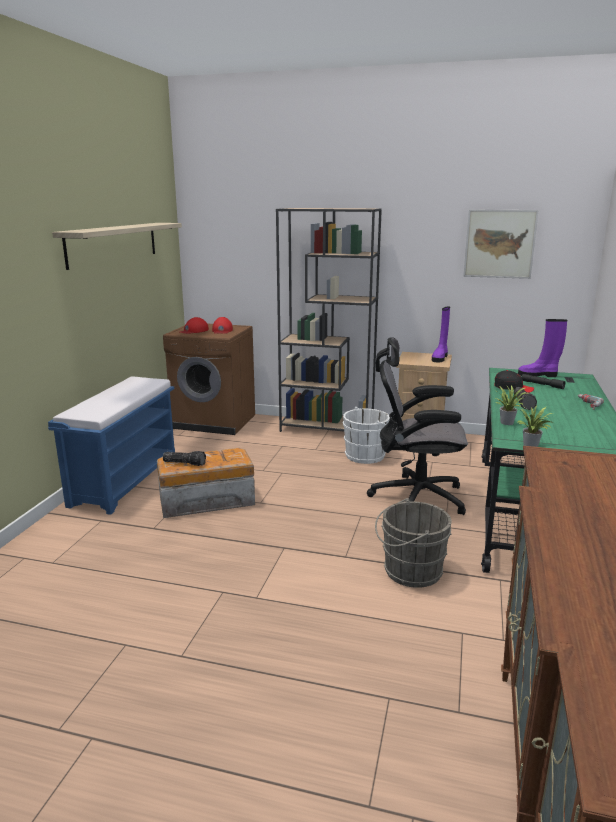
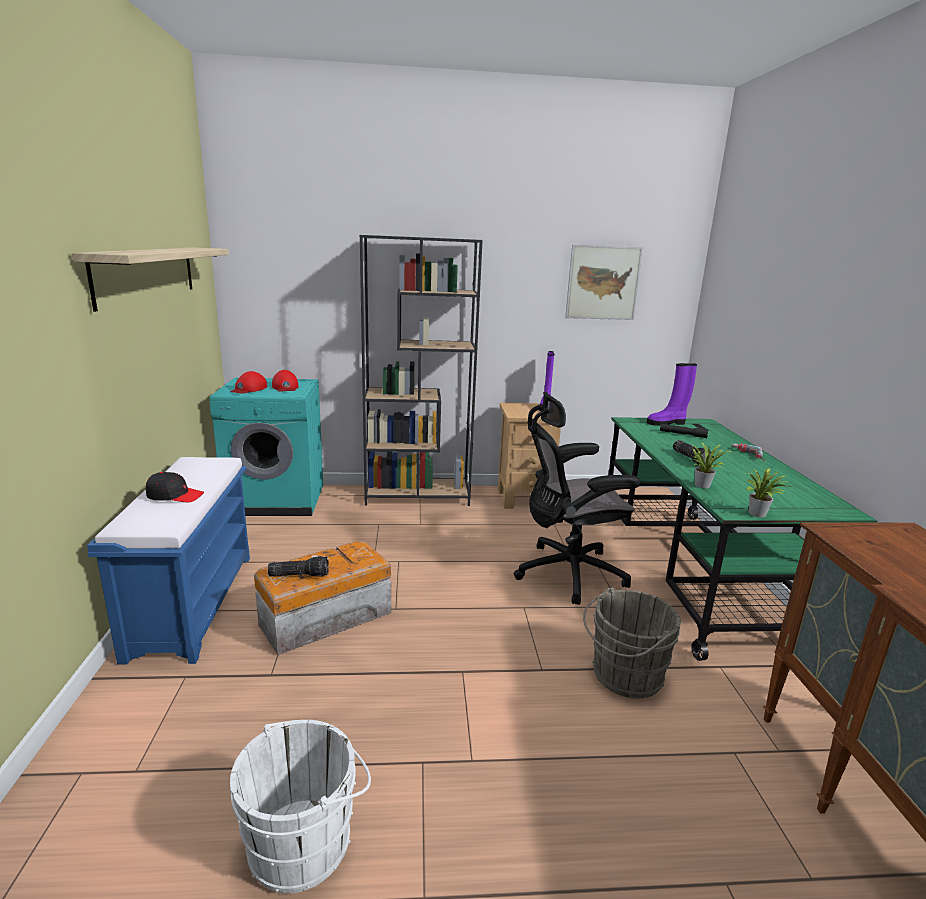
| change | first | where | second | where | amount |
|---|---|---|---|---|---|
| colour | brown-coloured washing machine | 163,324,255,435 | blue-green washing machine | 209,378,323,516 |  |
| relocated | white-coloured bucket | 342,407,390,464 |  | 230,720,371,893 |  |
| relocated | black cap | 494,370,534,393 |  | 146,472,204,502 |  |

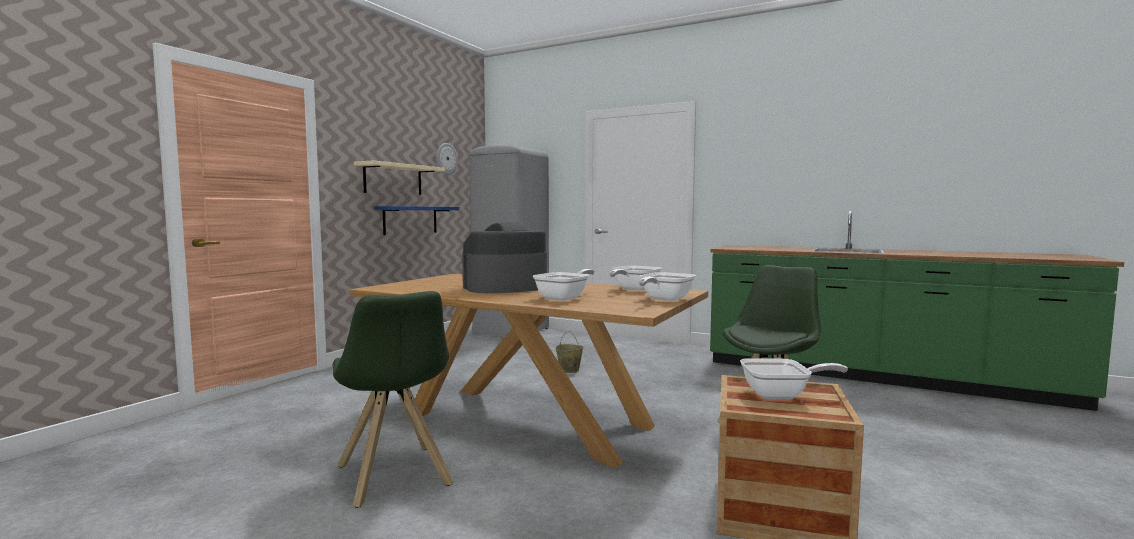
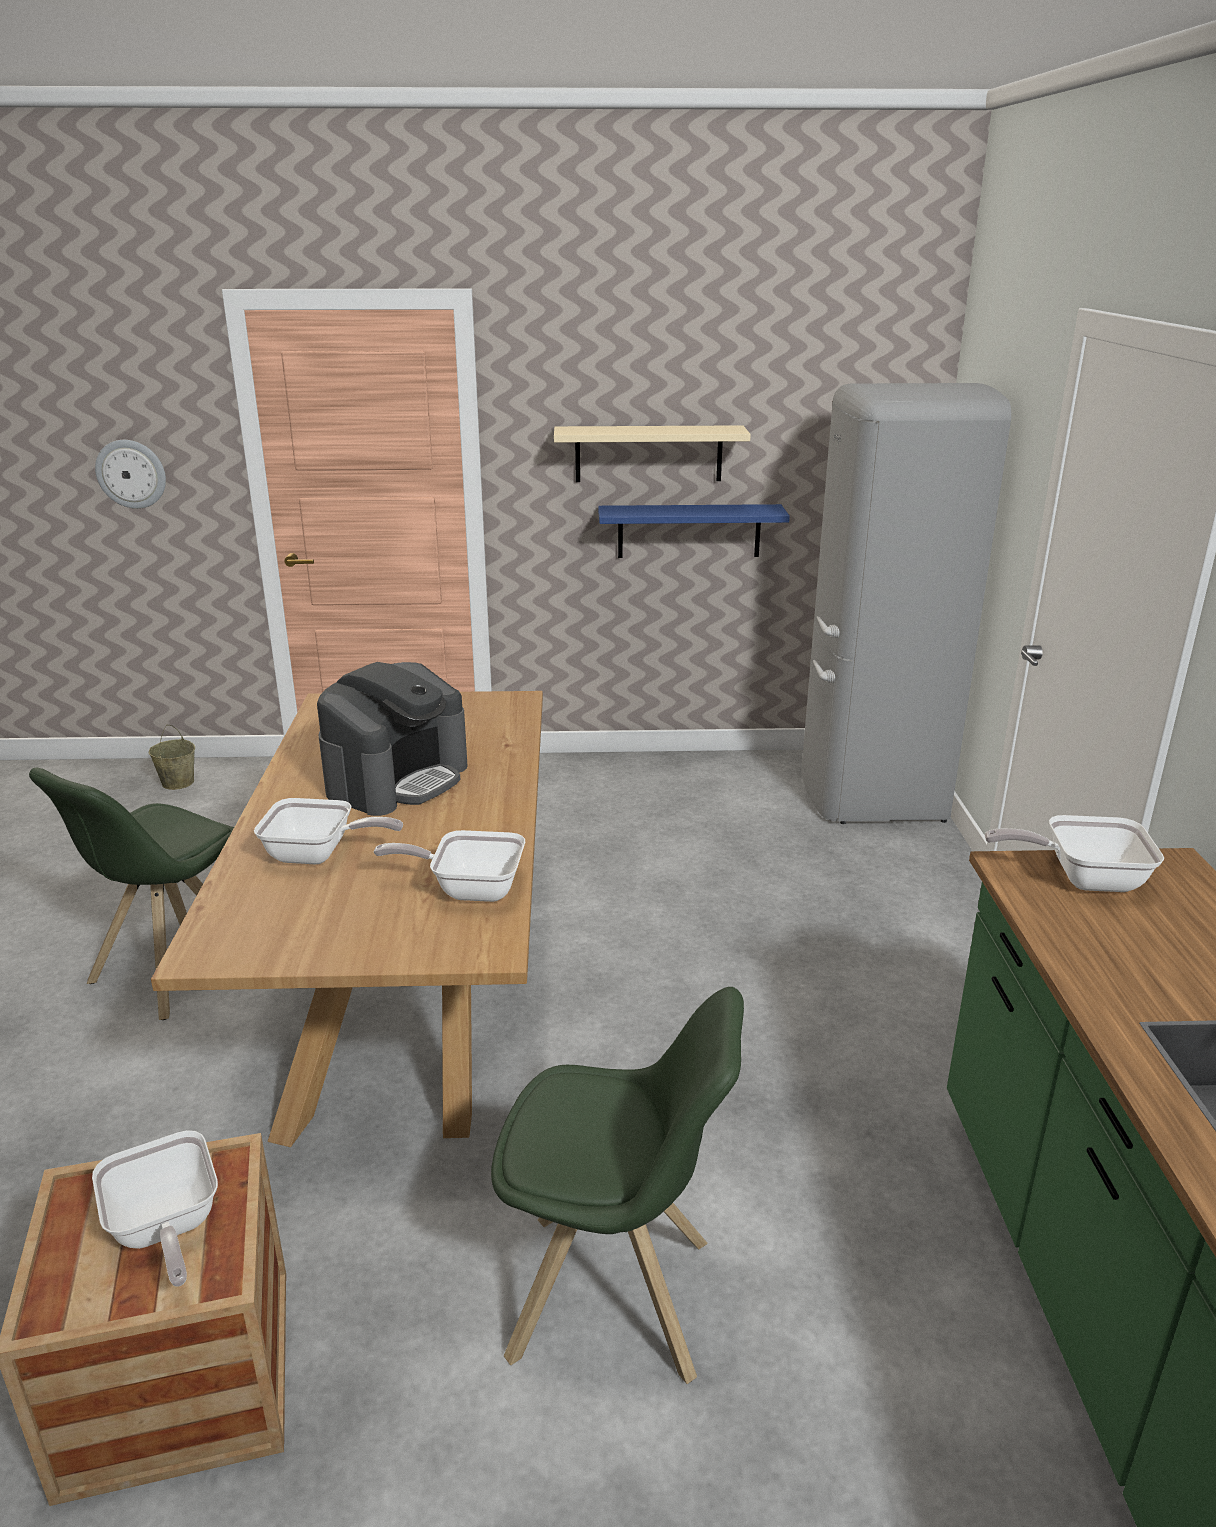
| change | first | where | second | where | amount |
|---|---|---|---|---|---|
| relocated | hanging clock | 436,143,458,175 |  | 95,440,166,509 |  |
| spun | coffee maker | 462,222,547,293 |  | 317,662,468,816 | 90 degrees clockwise |
| relocated | beige-coloured bucket | 555,331,584,373 |  | 149,725,195,790 |  |
| relocated | frying pan | 639,272,696,301 |  | 985,815,1164,892 |  |

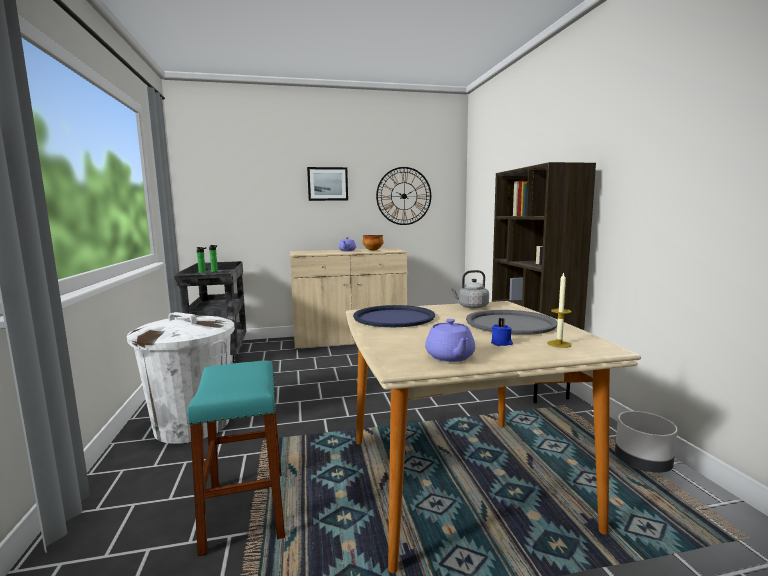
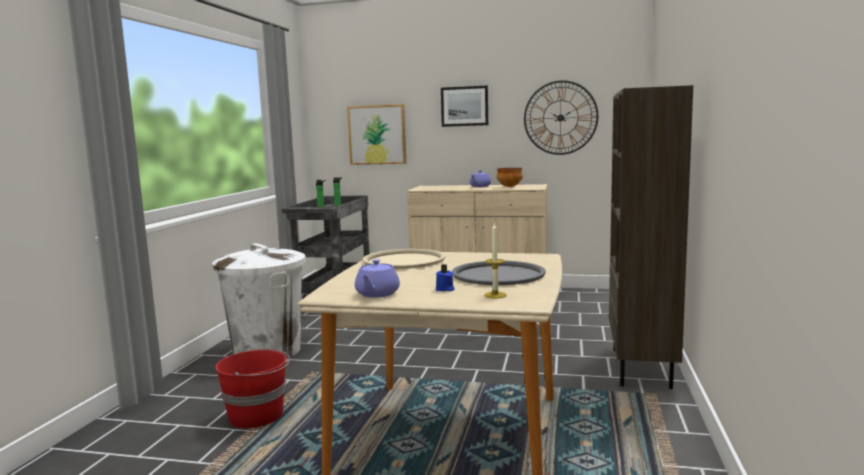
| change | first | where | second | where | amount |
|---|---|---|---|---|---|
| exchanged | blue-green sitting stool | 187,361,285,556 | red bucket | 215,347,290,429 |  |
| colour | blue-coloured tray | 353,305,435,327 | beige-coloured tray | 363,249,445,269 |  |
| missing | greyish tea kettle | 450,270,489,309 |  |  |  |
| missing | greyish flower pot | 615,411,678,473 |  |  |  |
| appeared |  |  | wall picture | 347,104,406,165 |  |

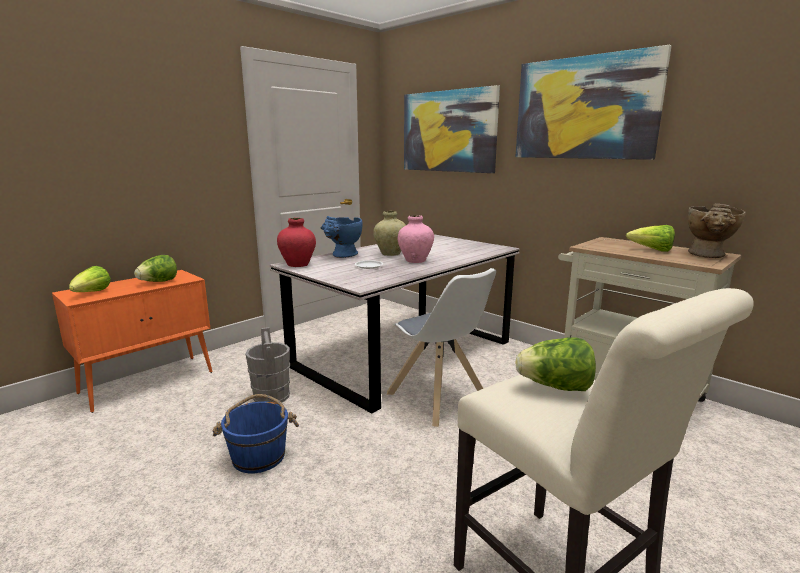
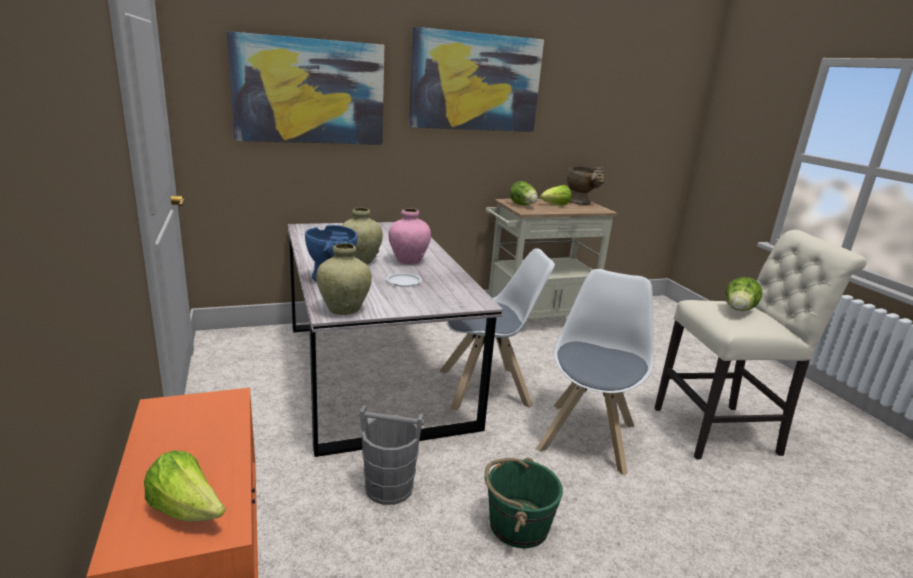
| change | first | where | second | where | amount |
|---|---|---|---|---|---|
| relocated | head of lettuce | 134,255,177,282 |  | 510,181,538,205 |  |
| colour | blue-coloured bucket | 213,394,299,473 | greenish bucket | 484,457,563,548 |  |
| colour | red flower vase | 277,218,316,267 | beige-coloured flower vase | 316,243,372,315 |  |
| appeared |  |  | upright chair | 537,269,654,475 |  |

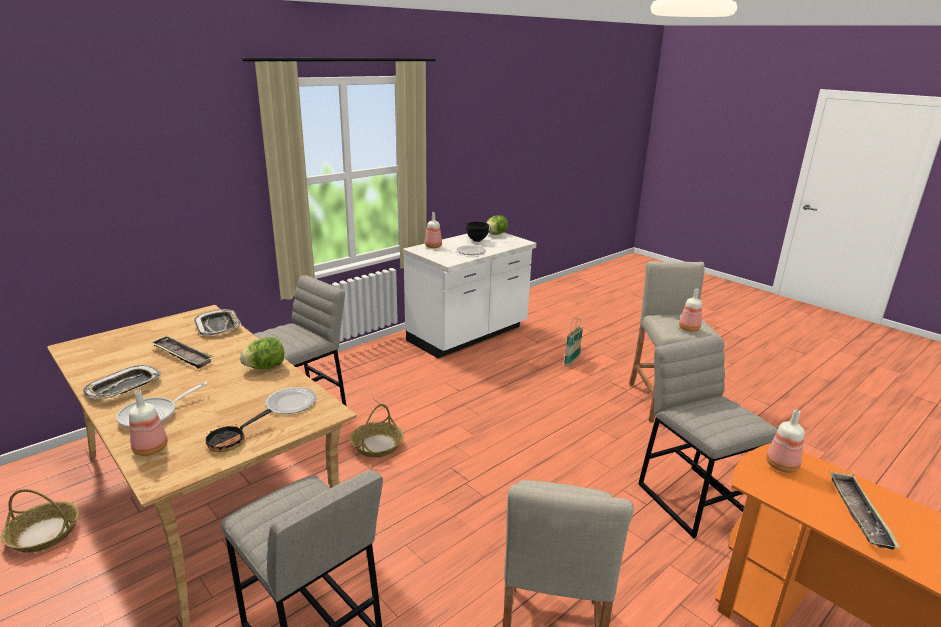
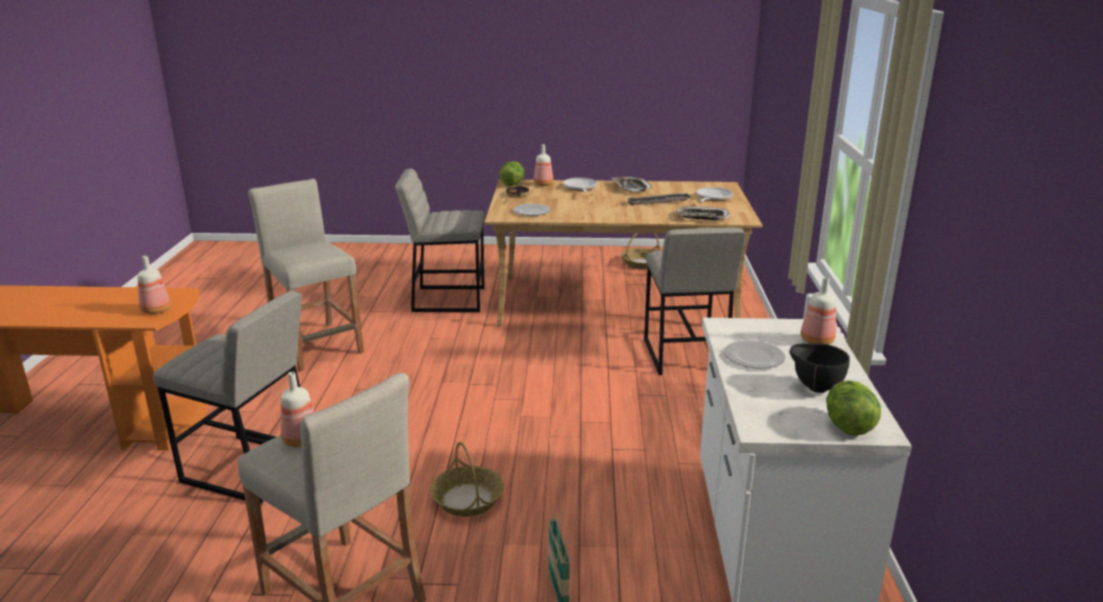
| change | first | where | second | where | amount |
|---|---|---|---|---|---|
| relocated | head of lettuce | 240,337,284,369 |  | 499,161,524,186 |  |
| relocated | storage basket | 350,404,403,457 |  | 430,442,504,517 |  |
| missing | tray | 829,471,901,550 |  |  |  |
| appeared |  |  | frying pan | 696,187,733,202 |  |

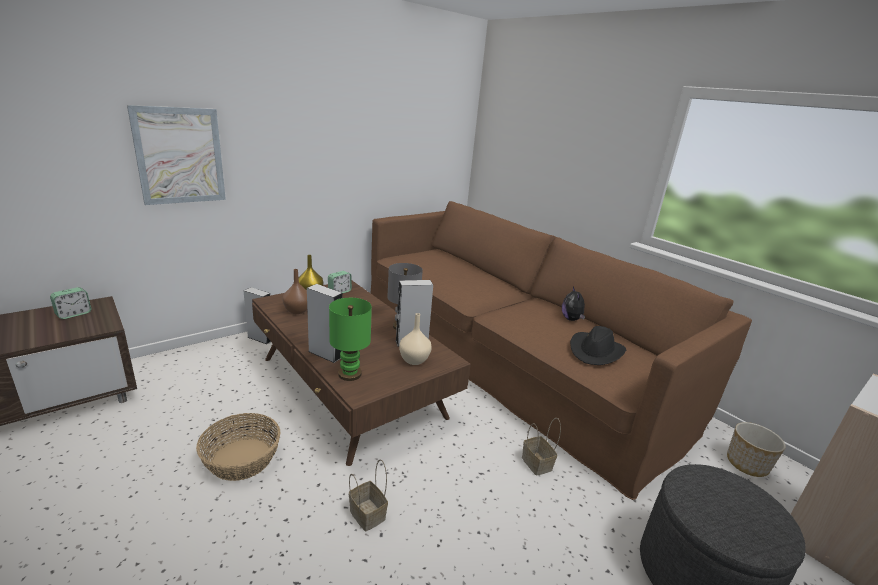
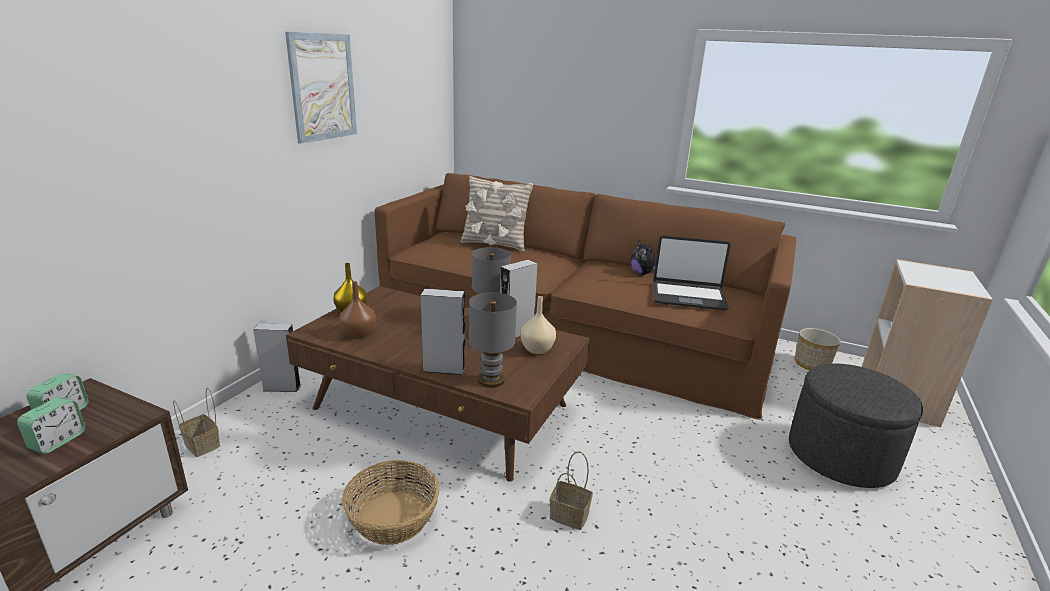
| change | first | where | second | where | amount |
|---|---|---|---|---|---|
| relocated | wall picture | 127,105,226,205 |  | 285,32,357,144 |  |
| relocated | alarm clock | 328,271,352,293 |  | 17,397,85,454 |  |
| colour | greenish table lamp | 329,298,372,381 | greyish table lamp | 469,292,517,388 |  |
| relocated | storage basket | 522,418,561,475 |  | 173,388,220,457 |  |
| exchanged | black clothing hat | 570,326,626,365 | laptop | 653,236,731,311 |  |
| appeared |  |  | beige-coloured cushion | 461,176,533,252 |  |

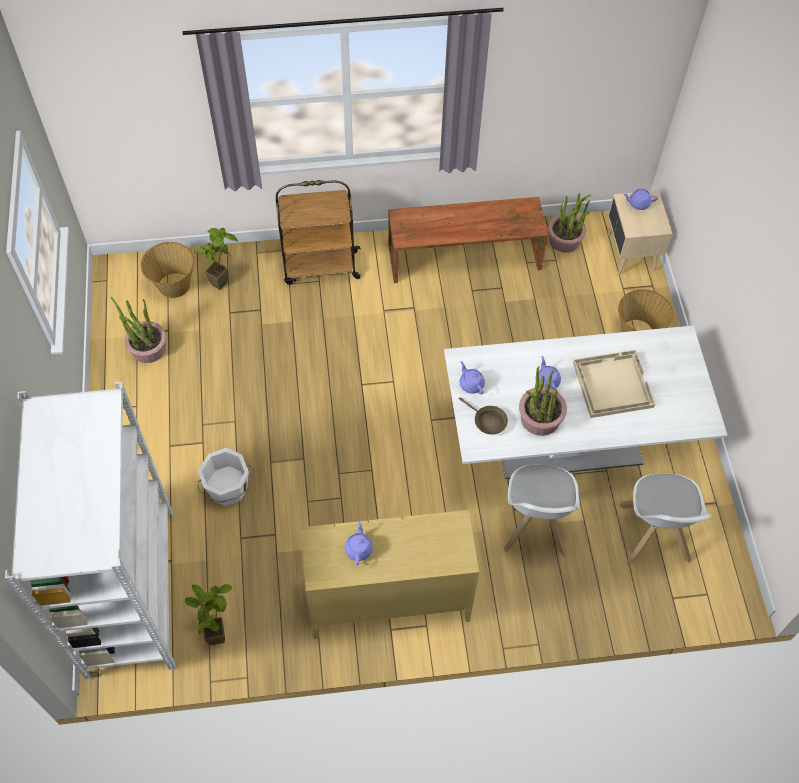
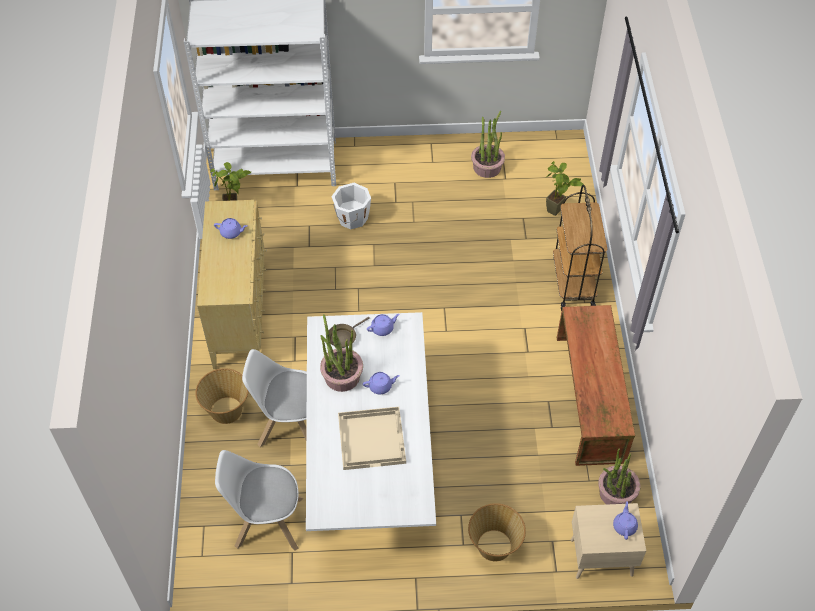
| change | first | where | second | where | amount |
|---|---|---|---|---|---|
| relocated | storage basket | 141,242,194,298 |  | 195,368,249,424 |  |

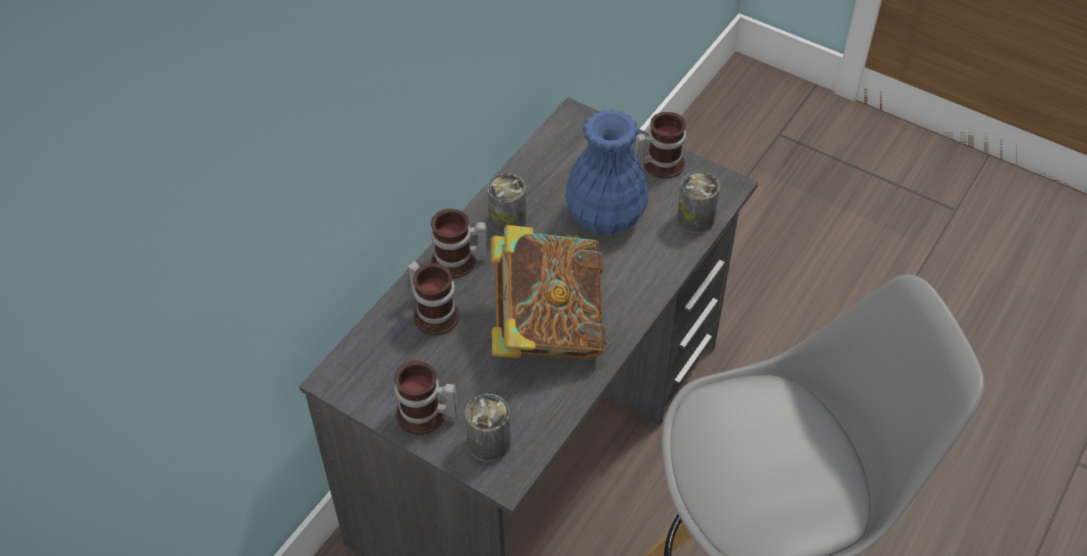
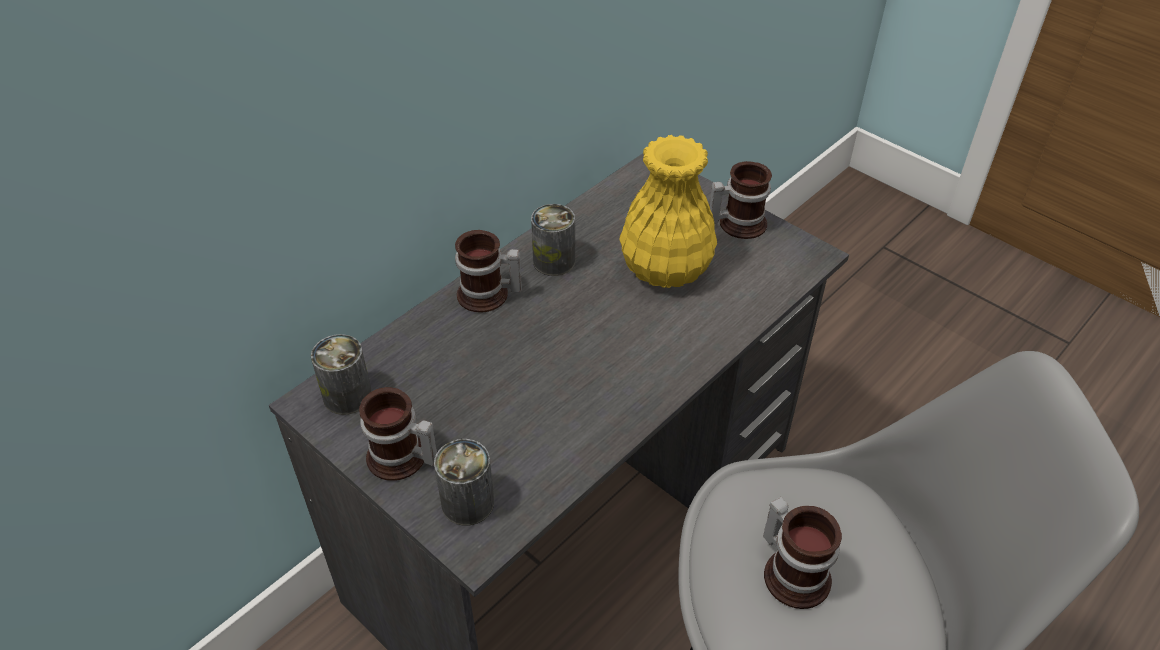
| change | first | where | second | where | amount |
|---|---|---|---|---|---|
| relocated | coffee mug | 407,261,460,335 |  | 763,497,842,609 |  |
| missing | volume | 491,225,606,358 |  |  |  |
| colour | blue-coloured flower vase | 565,109,649,235 | yellow-coloured flower vase | 619,135,717,288 |  |
| relocated | can | 677,172,720,233 |  | 311,334,372,415 |  |

